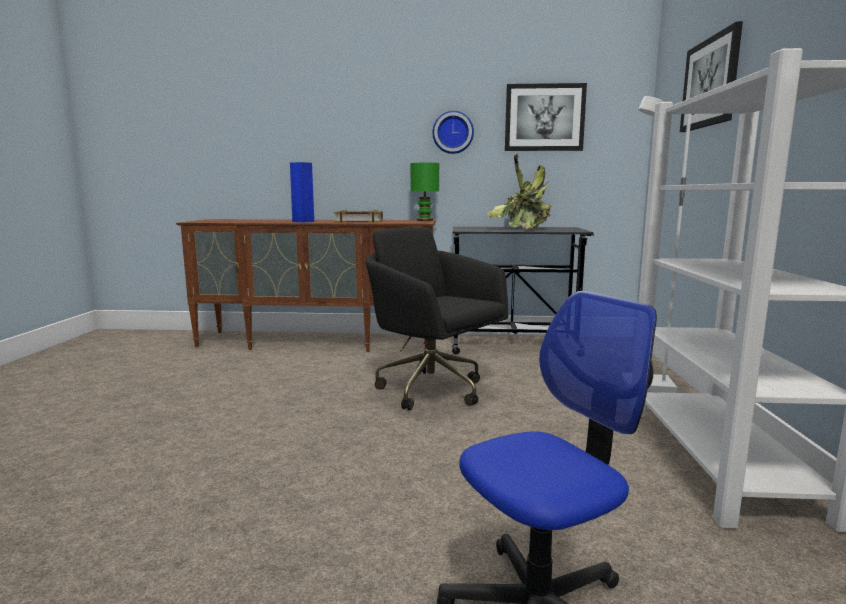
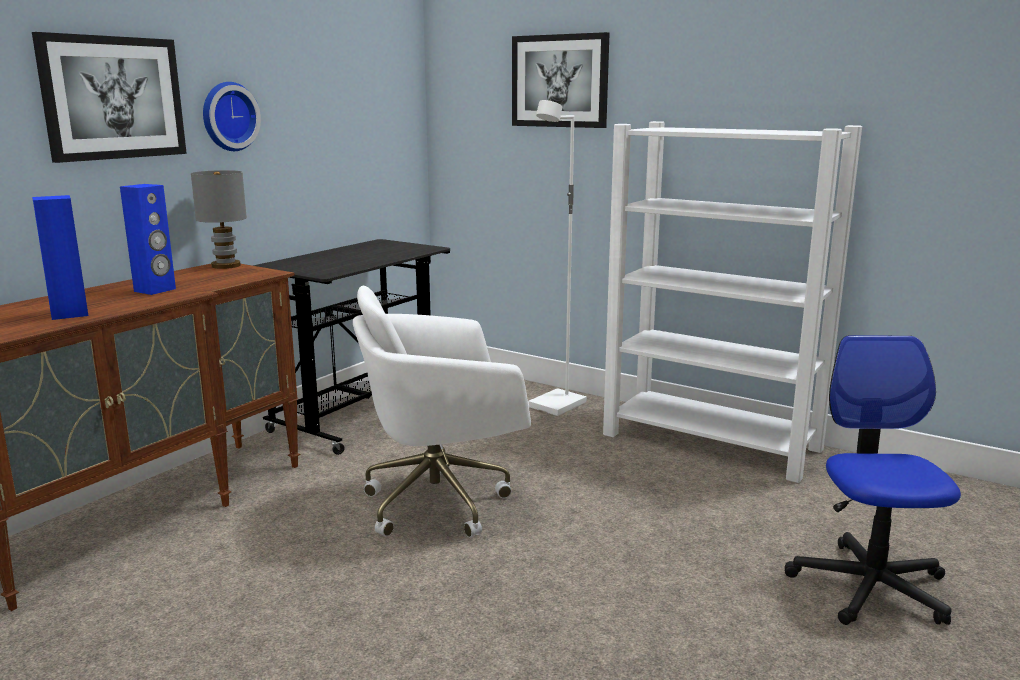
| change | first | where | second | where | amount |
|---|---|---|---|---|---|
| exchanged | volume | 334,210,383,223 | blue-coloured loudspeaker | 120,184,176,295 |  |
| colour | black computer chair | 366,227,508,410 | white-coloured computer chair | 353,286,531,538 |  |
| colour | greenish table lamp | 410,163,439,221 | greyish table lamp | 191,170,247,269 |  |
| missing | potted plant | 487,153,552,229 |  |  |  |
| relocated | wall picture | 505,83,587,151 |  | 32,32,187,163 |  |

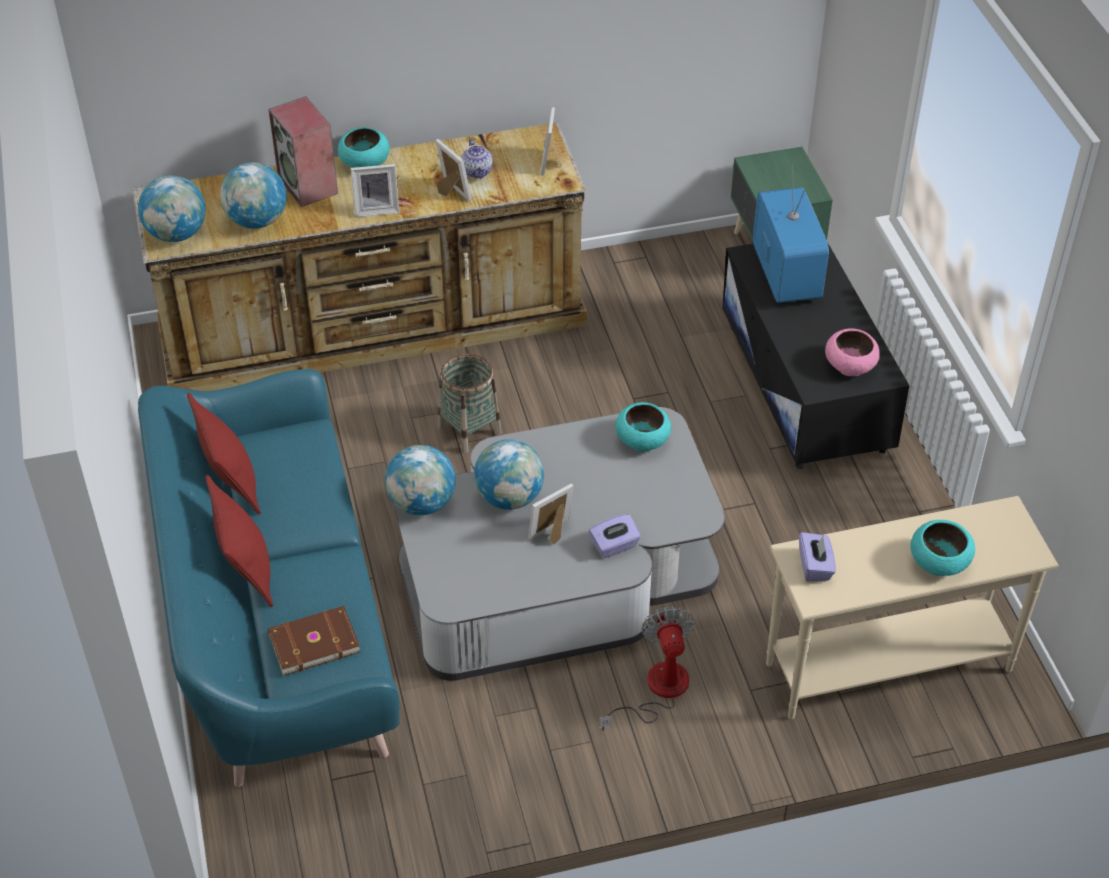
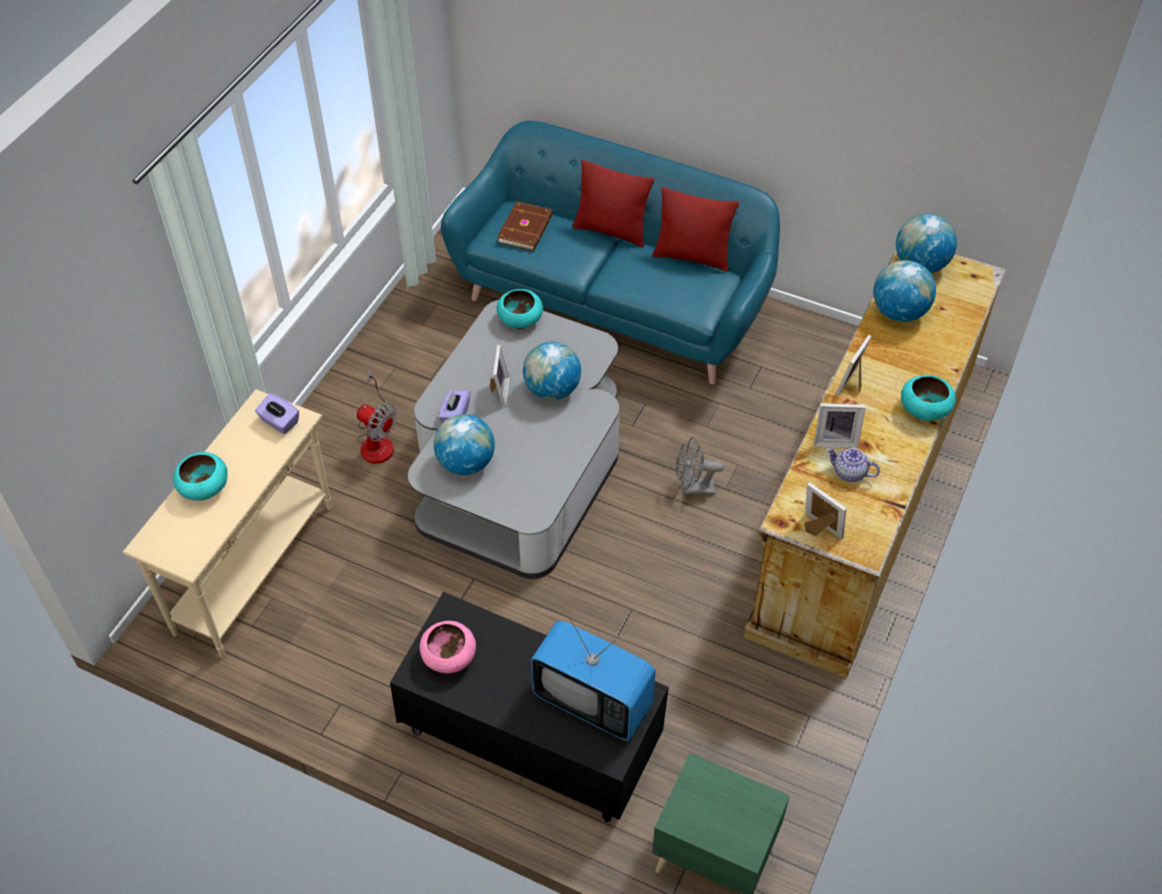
| change | first | where | second | where | amount |
|---|---|---|---|---|---|
| missing | loudspeaker | 268,96,338,207 |  |  |  |
| relocated | desk globe | 385,445,456,515 |  | 434,414,495,475 |  |
| exchanged | storage basket | 438,354,502,454 | greyish fan | 676,437,724,495 |  |
| relocated | blue-green serving bowl | 616,402,671,452 |  | 497,289,543,329 |  |

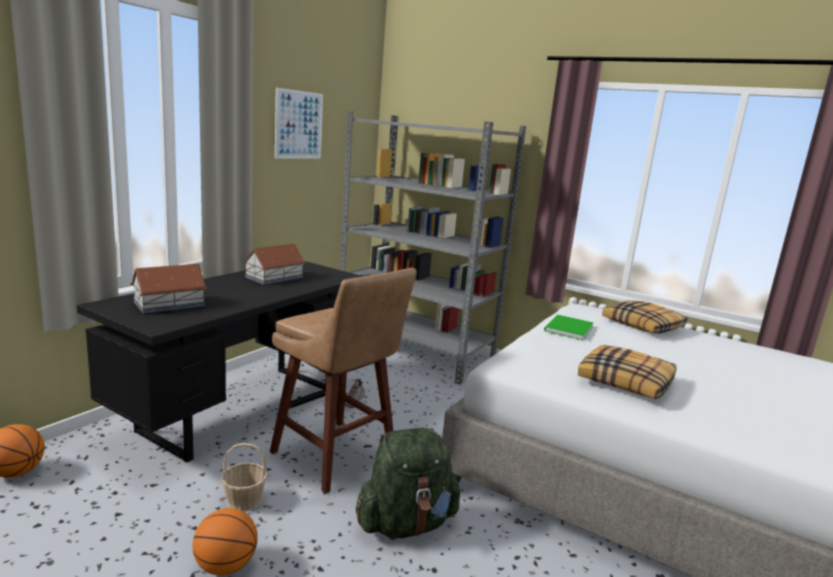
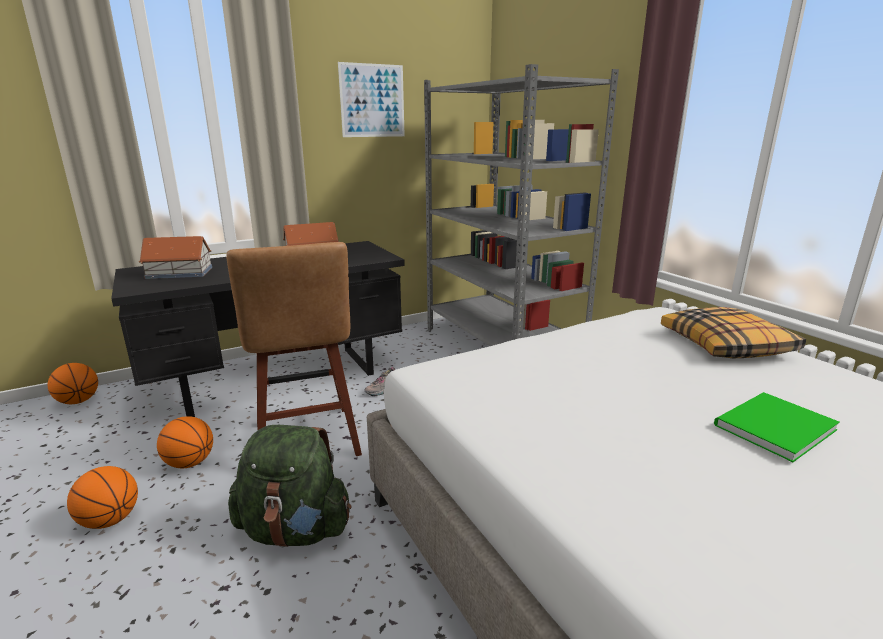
| change | first | where | second | where | amount |
|---|---|---|---|---|---|
| exchanged | storage basket | 221,443,267,511 | basketball ball | 157,416,213,468 |  |
| relocated | greenish volume | 544,315,594,340 |  | 714,392,840,462 |  |
| missing | cushion | 578,345,677,399 |  |  |  |

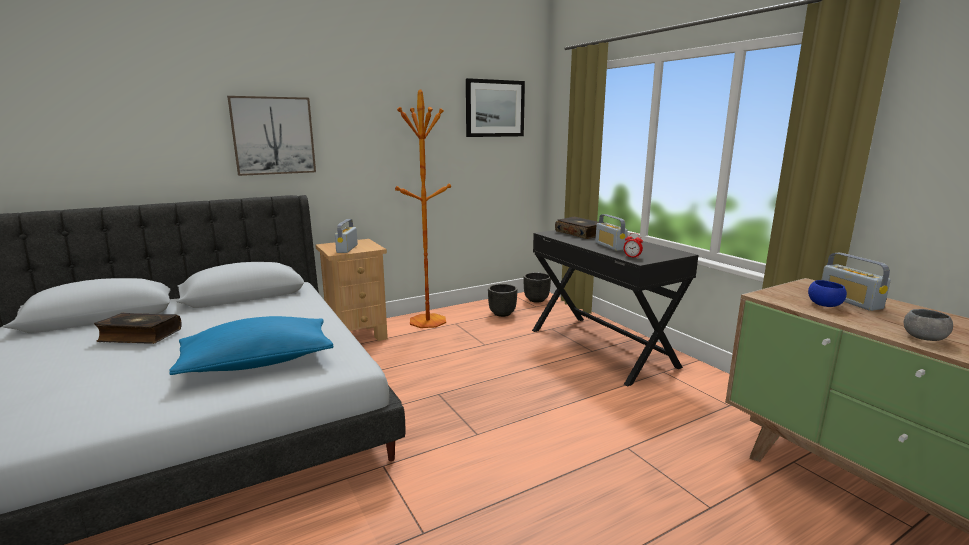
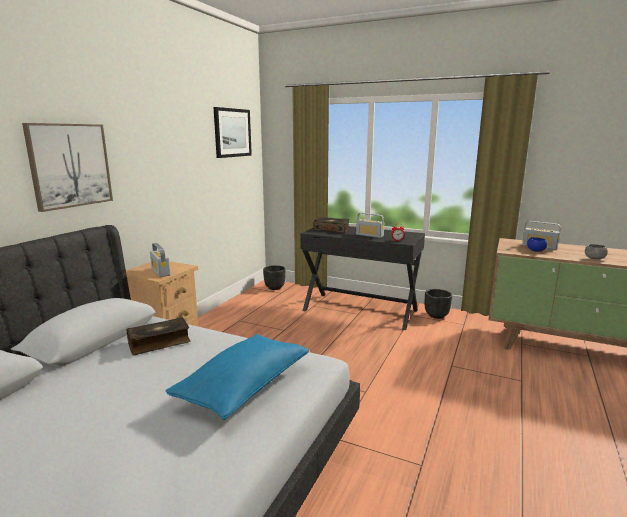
| change | first | where | second | where | amount |
|---|---|---|---|---|---|
| relocated | volume | 94,313,182,344 |  | 127,317,190,355 |  |
| missing | orange-coloured garment rack | 395,90,451,328 |  |  |  |
| relocated | black flower pot | 488,284,517,317 |  | 425,289,452,319 |  |

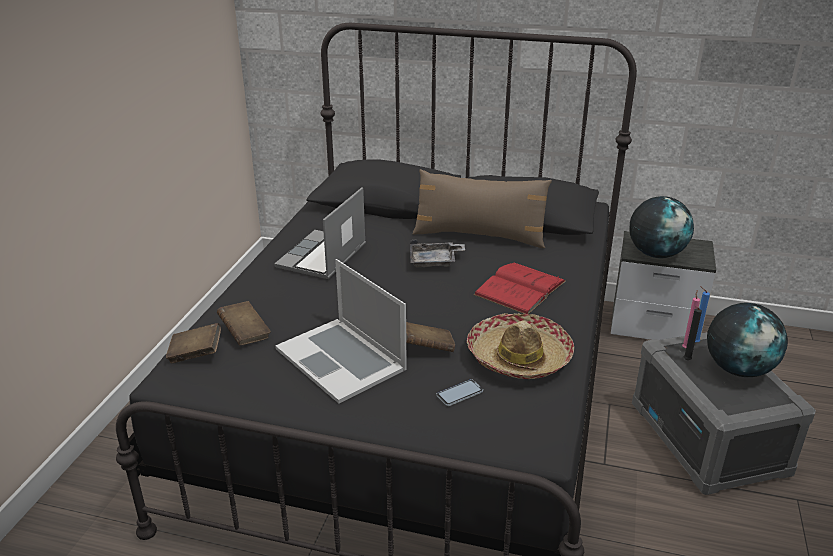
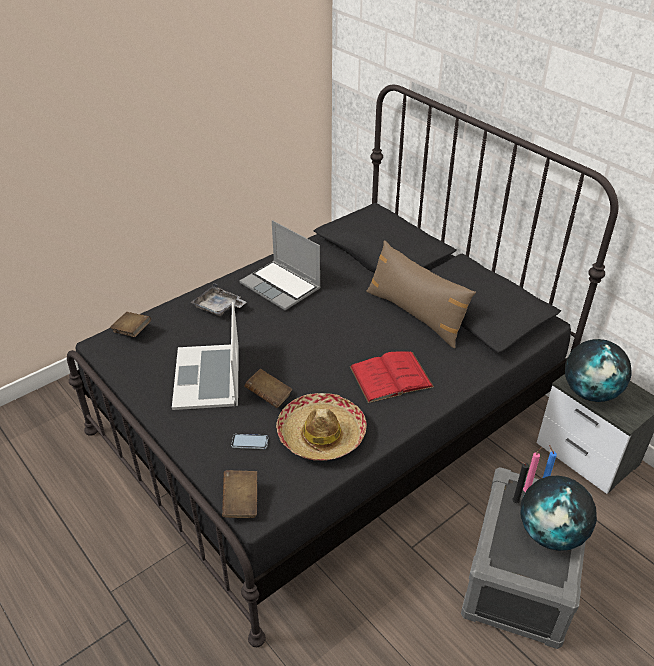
| change | first | where | second | where | amount |
|---|---|---|---|---|---|
| relocated | brown-coloured volume | 217,301,271,345 |  | 222,470,257,518 |  |
| spun | laptop | 274,187,366,279 |  | 239,220,321,310 | 105 degrees counterclockwise |
| relocated | greyish tray | 410,240,465,267 |  | 190,283,246,316 |  |

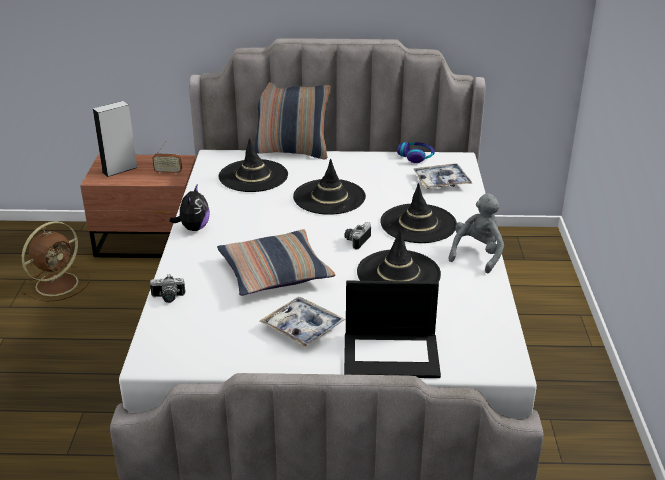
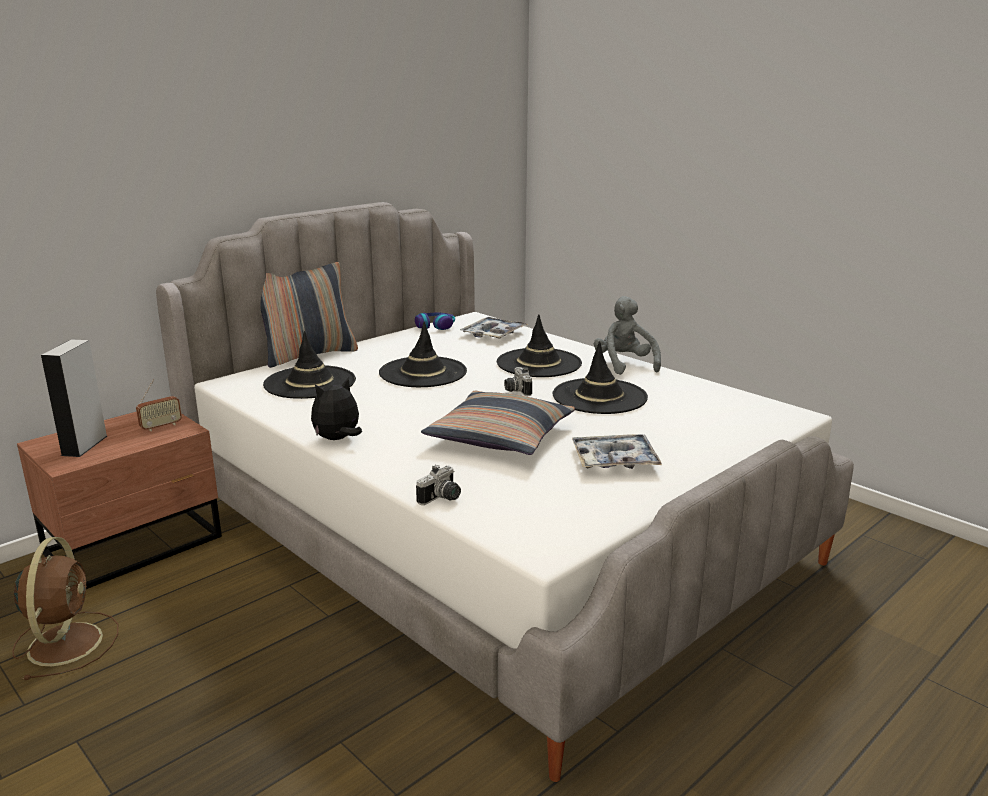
| change | first | where | second | where | amount |
|---|---|---|---|---|---|
| spun | plush toy | 169,185,210,231 |  | 311,377,362,440 | 90 degrees counterclockwise |
| missing | laptop | 344,281,441,378 |  |  |  |

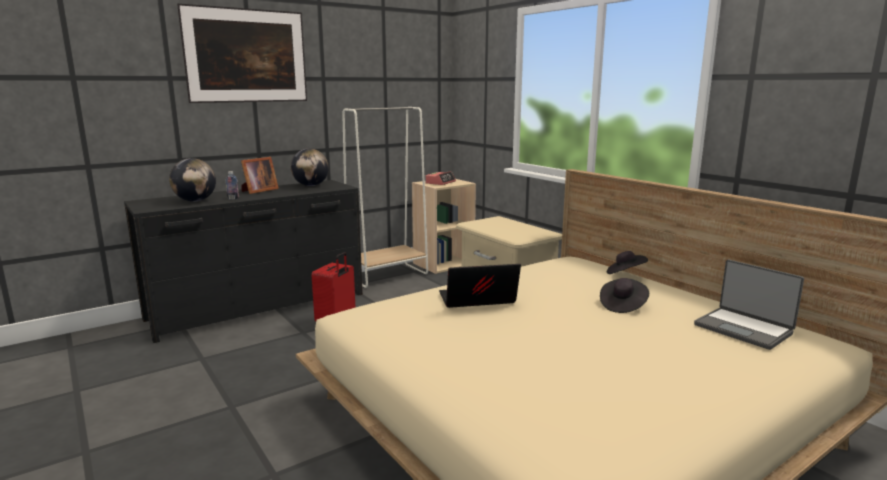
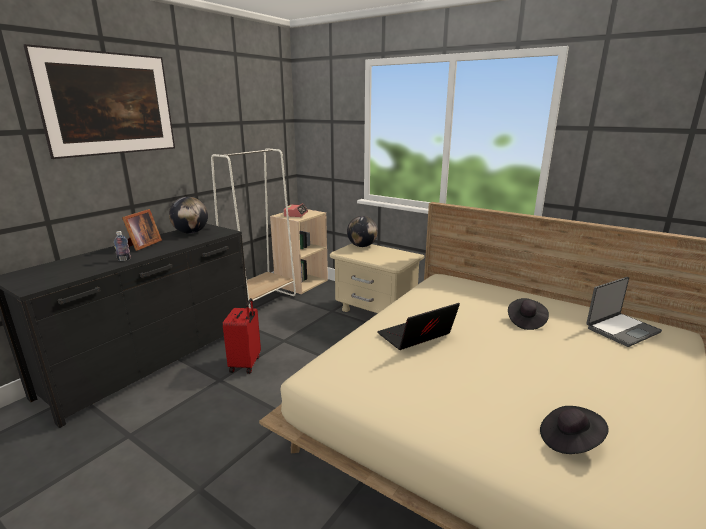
| change | first | where | second | where | amount |
|---|---|---|---|---|---|
| relocated | desk globe | 169,158,216,202 |  | 347,216,378,247 |  |
| relocated | black clothing hat | 607,251,648,274 |  | 540,406,609,454 |  |
| spun | laptop | 694,260,804,350 |  | 586,277,662,347 | 60 degrees counterclockwise |

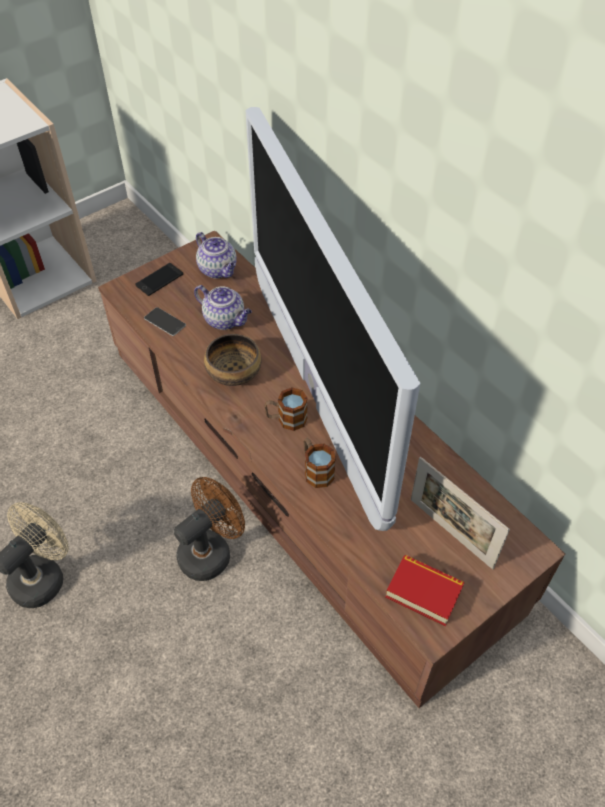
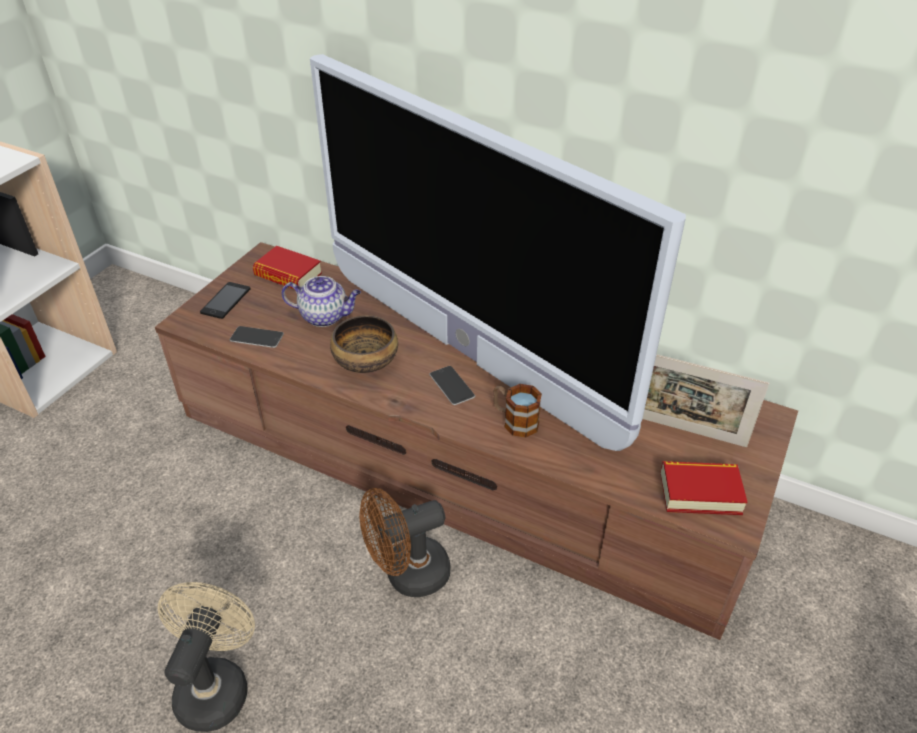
| change | first | where | second | where | amount |
|---|---|---|---|---|---|
| spun | brown-coloured fan | 174,477,245,581 |  | 359,488,450,597 | 135 degrees counterclockwise |
| exchanged | tea pot | 196,232,237,278 | volume | 253,246,322,289 |  |
| exchanged | coffee mug | 264,387,308,431 | telephone | 429,366,475,405 |  |

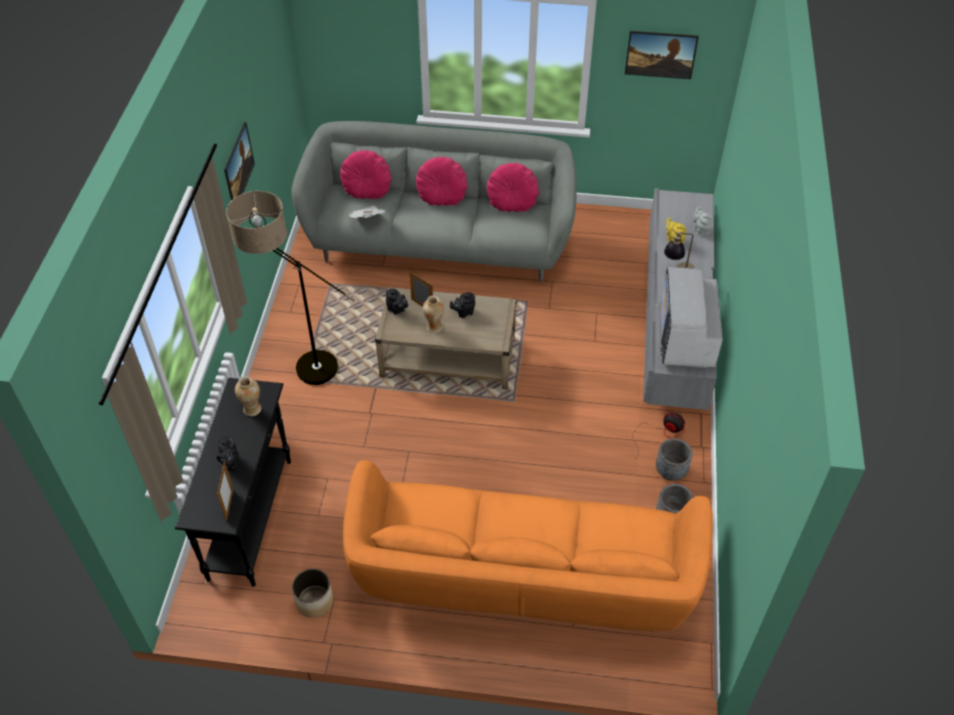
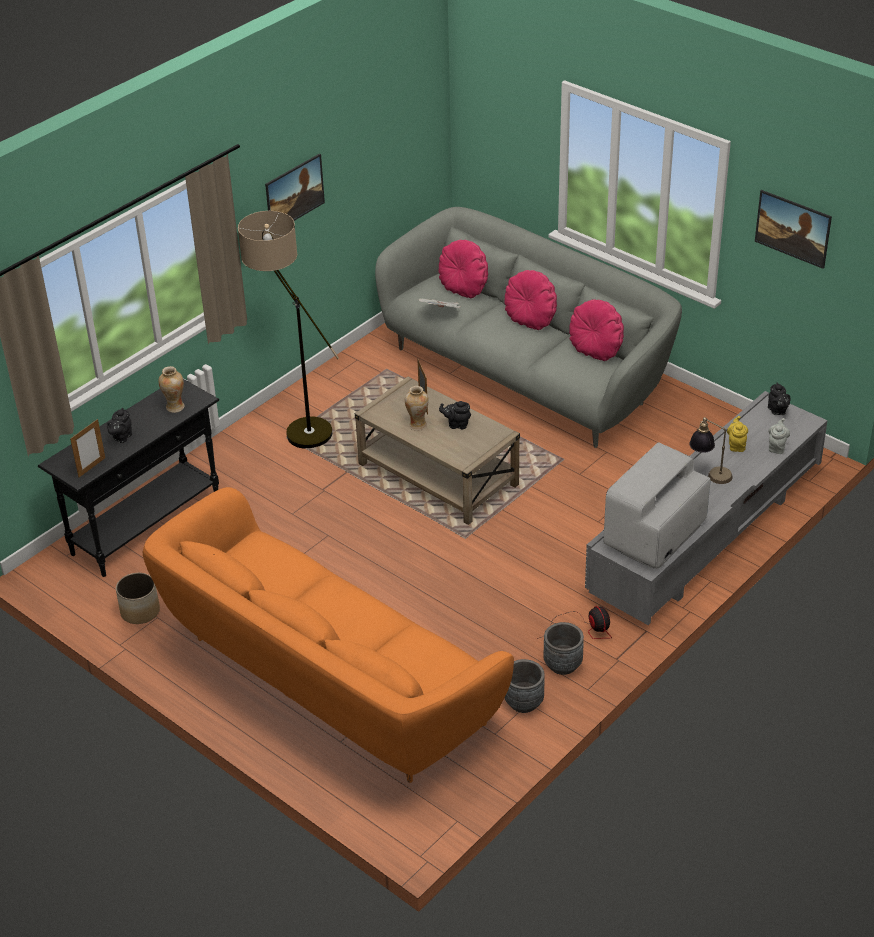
| change | first | where | second | where | amount |
|---|---|---|---|---|---|
| relocated | black tea pot | 386,288,408,315 |  | 768,382,791,415 |  |

